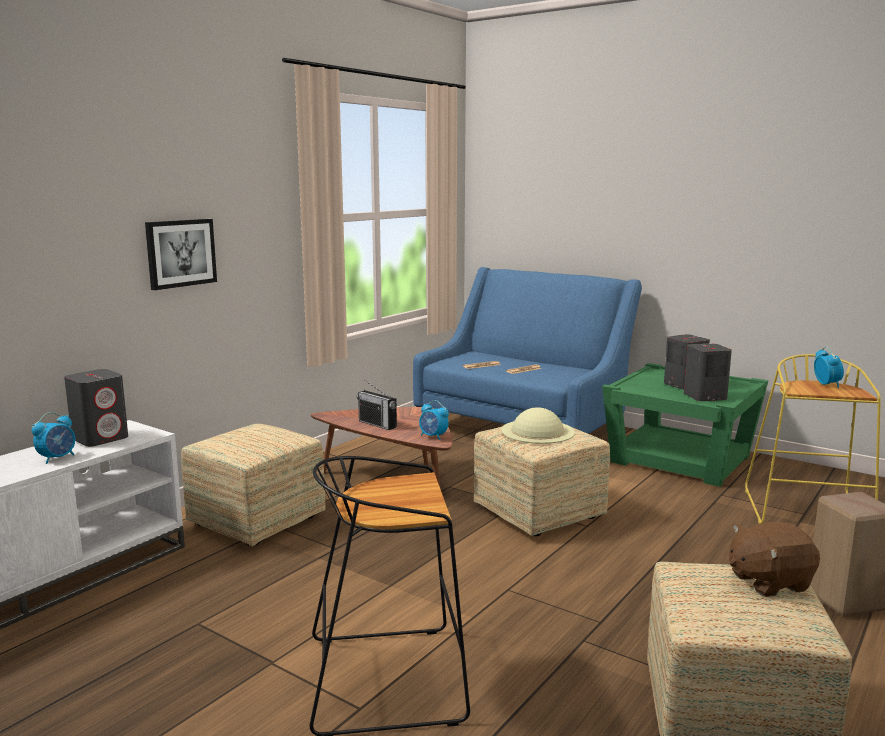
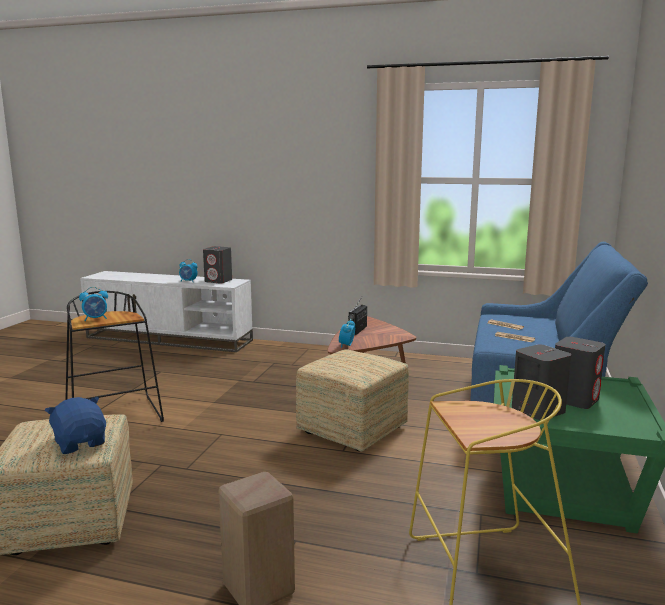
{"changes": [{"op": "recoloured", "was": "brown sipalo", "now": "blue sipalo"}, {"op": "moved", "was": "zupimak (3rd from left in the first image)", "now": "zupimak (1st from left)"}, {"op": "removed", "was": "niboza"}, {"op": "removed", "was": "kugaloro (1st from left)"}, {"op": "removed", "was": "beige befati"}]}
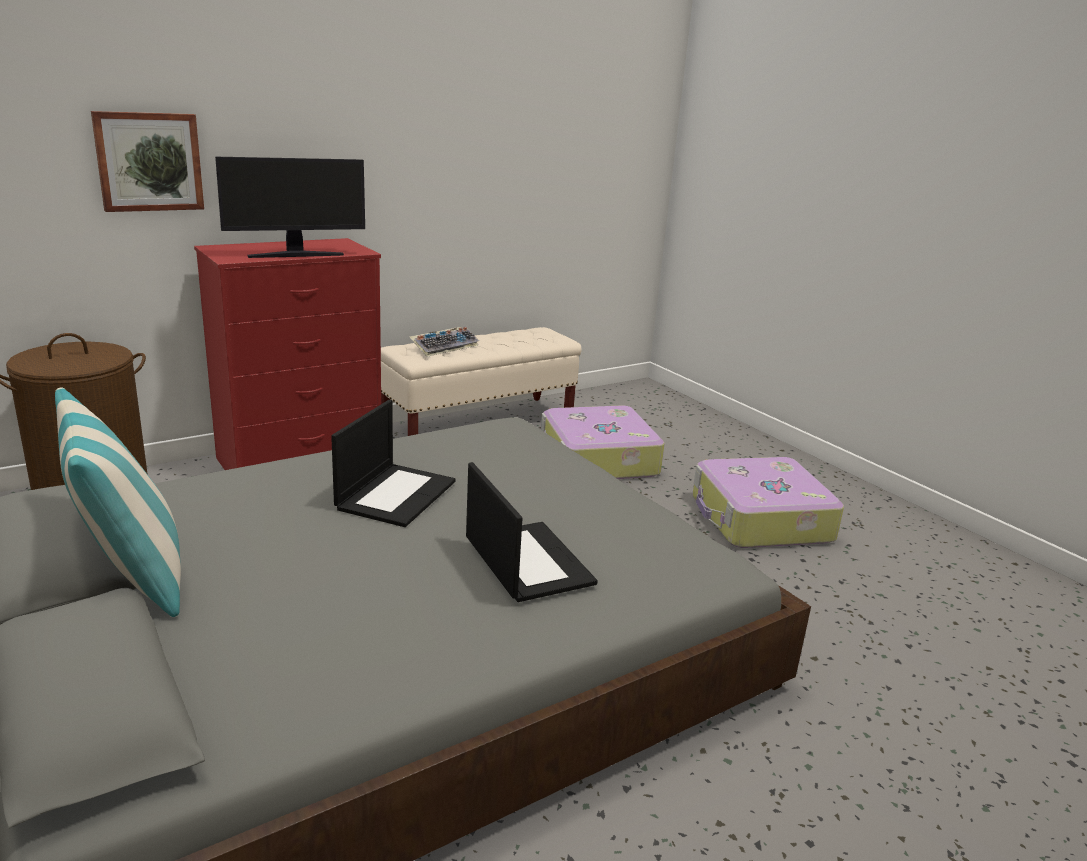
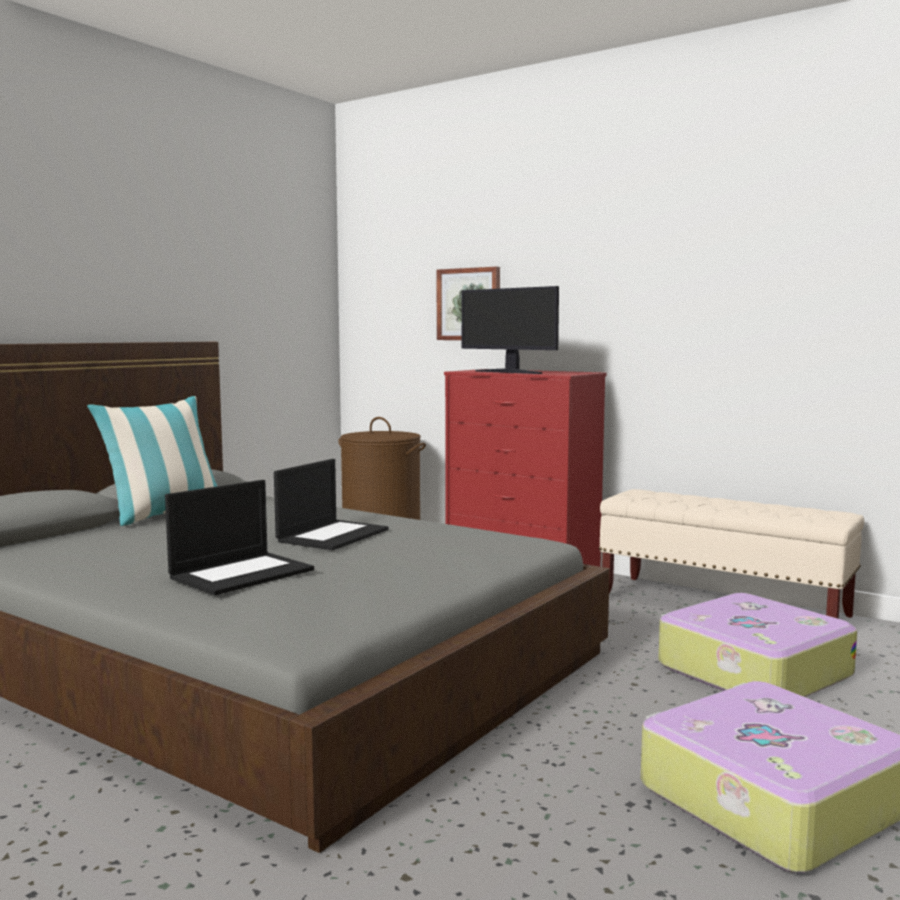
{"changes": [{"op": "turned", "was": "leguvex (1st from left in the first image)", "clockwise": -60}, {"op": "removed", "was": "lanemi"}]}
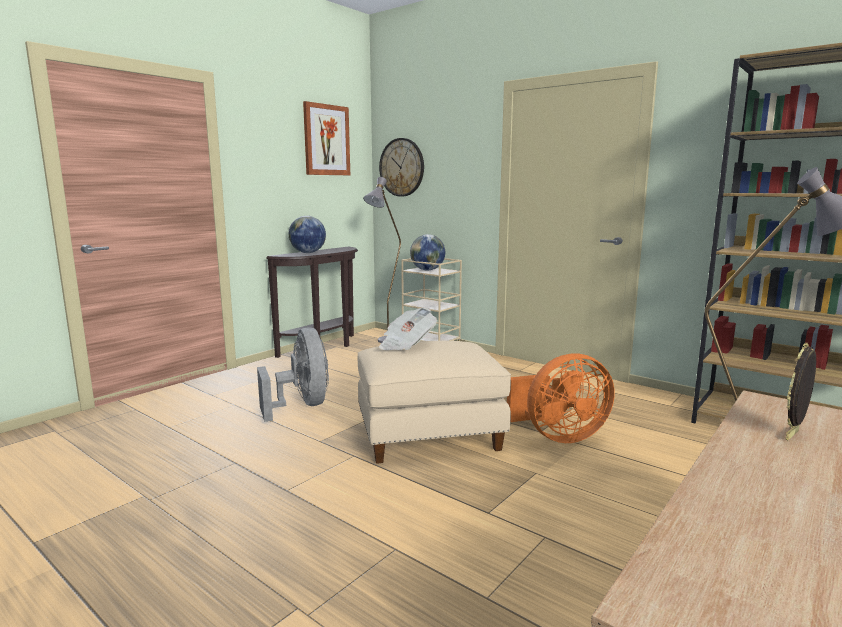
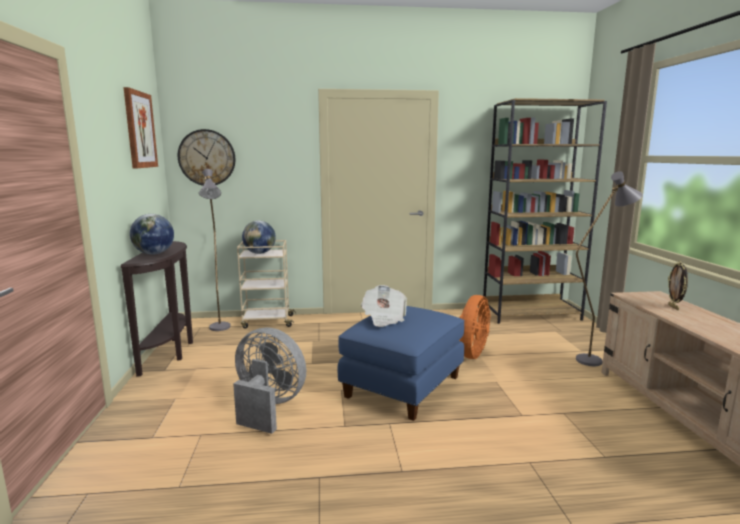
{"changes": [{"op": "recoloured", "was": "beige kugaloro", "now": "blue kugaloro"}]}
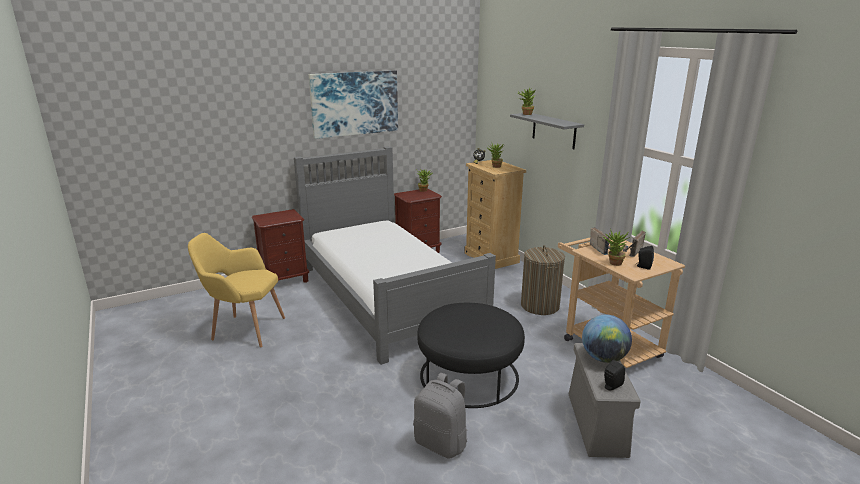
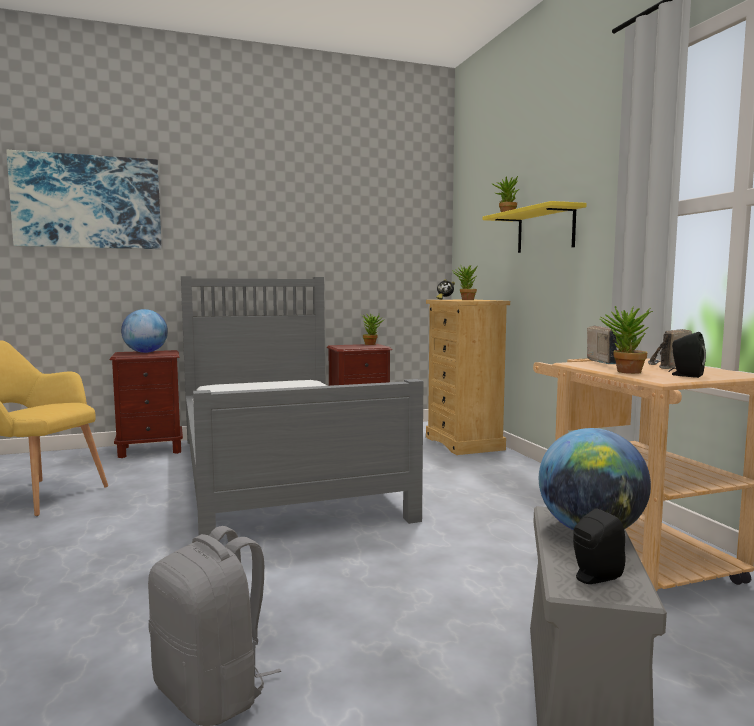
{"changes": [{"op": "moved", "was": "niboza"}, {"op": "added", "now": "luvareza (1st from left)"}, {"op": "recoloured", "was": "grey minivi", "now": "yellow minivi"}, {"op": "removed", "was": "black kugaloro"}, {"op": "removed", "was": "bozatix"}]}
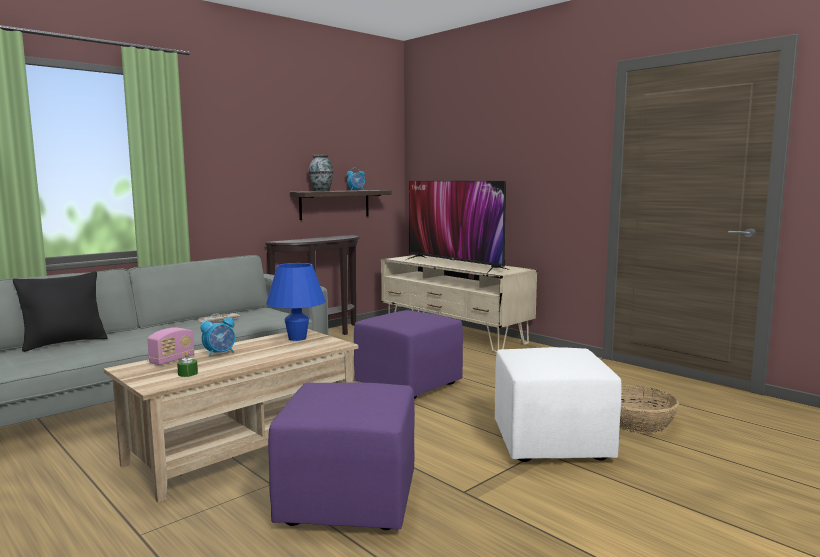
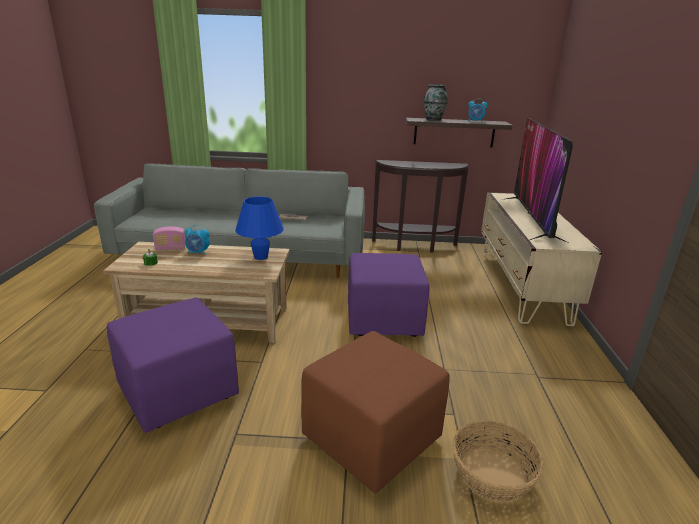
{"changes": [{"op": "recoloured", "was": "white kugaloro", "now": "brown kugaloro"}, {"op": "removed", "was": "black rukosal"}]}
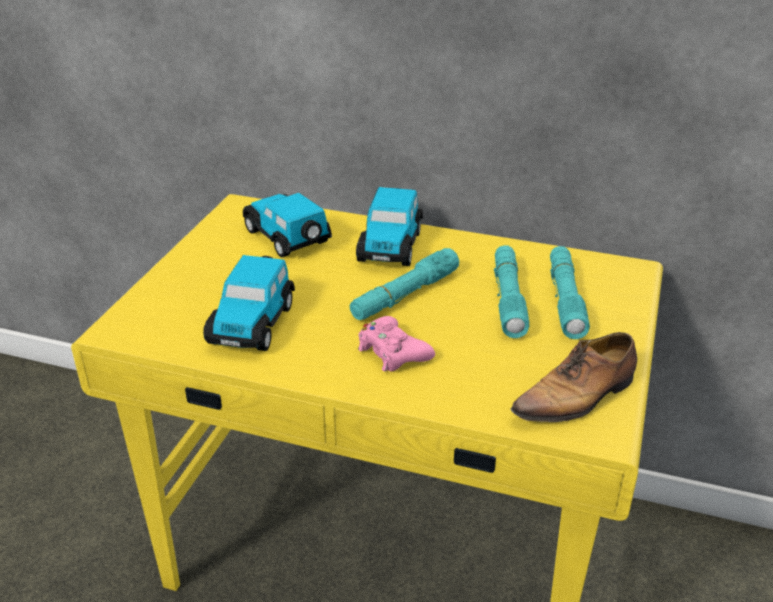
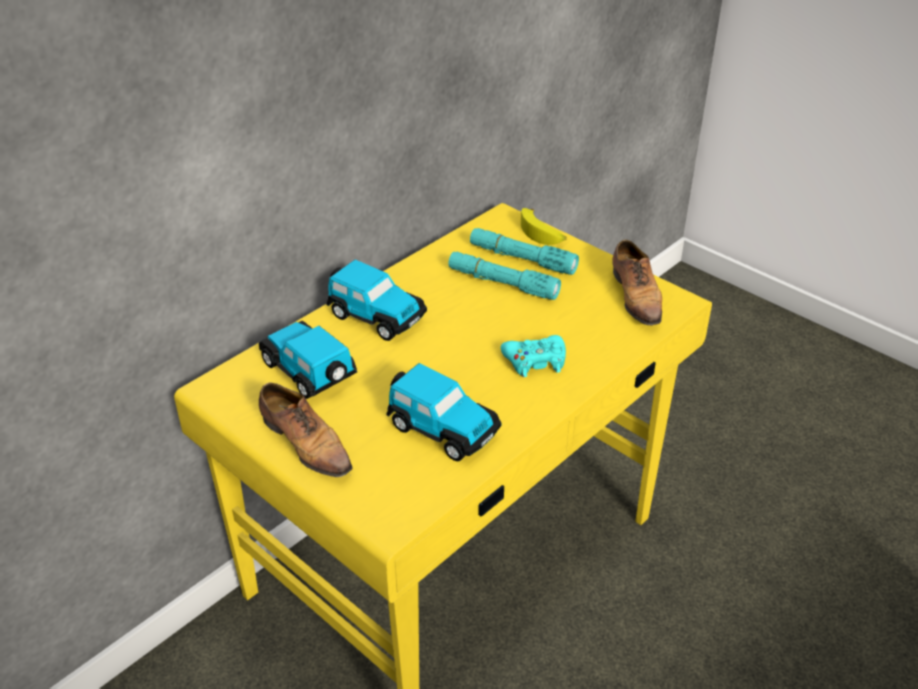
{"changes": [{"op": "turned", "was": "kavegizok (2nd from left in the first image)", "clockwise": 60}, {"op": "added", "now": "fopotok (1st from left)"}, {"op": "recoloured", "was": "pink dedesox", "now": "turquoise dedesox"}, {"op": "added", "now": "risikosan"}, {"op": "removed", "was": "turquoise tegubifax (1st from left)"}]}
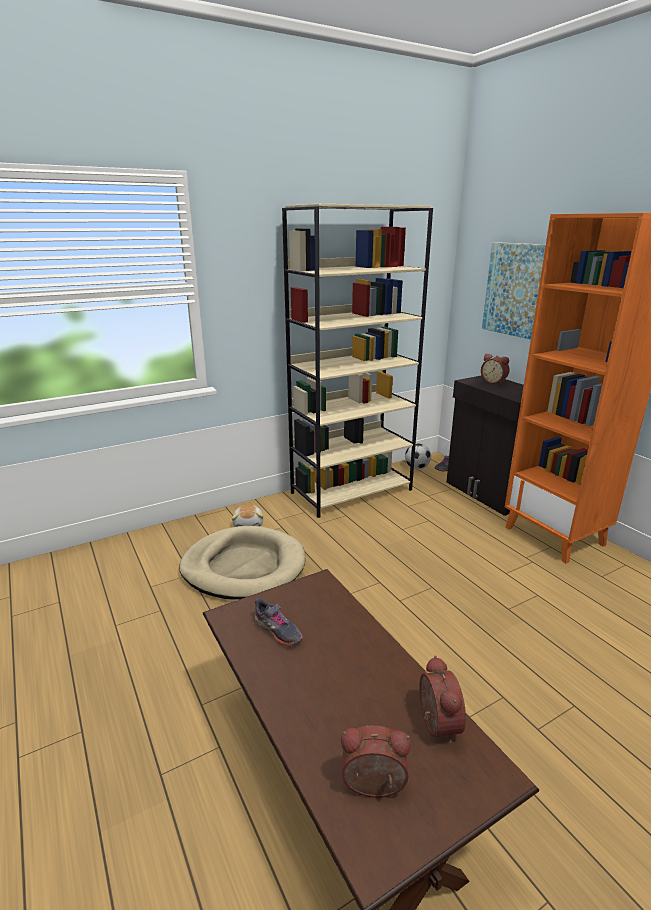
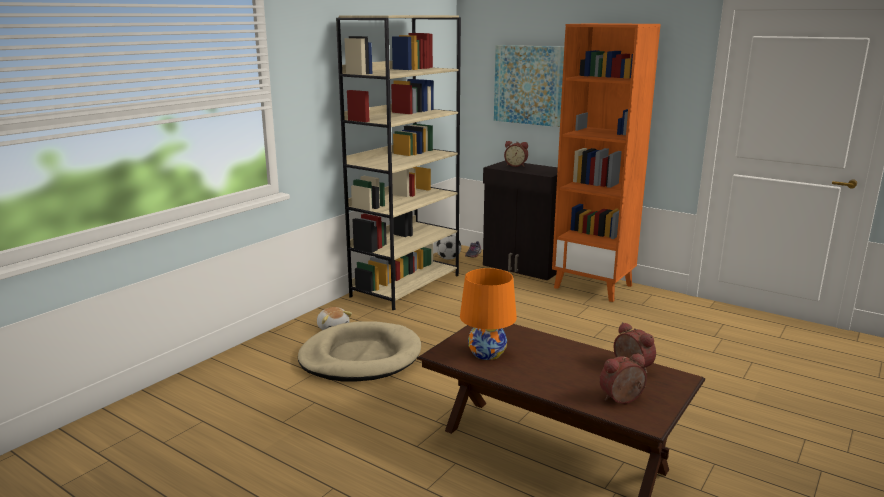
{"changes": [{"op": "replaced", "was": "grey fopotok (1st from left)", "now": "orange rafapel"}]}
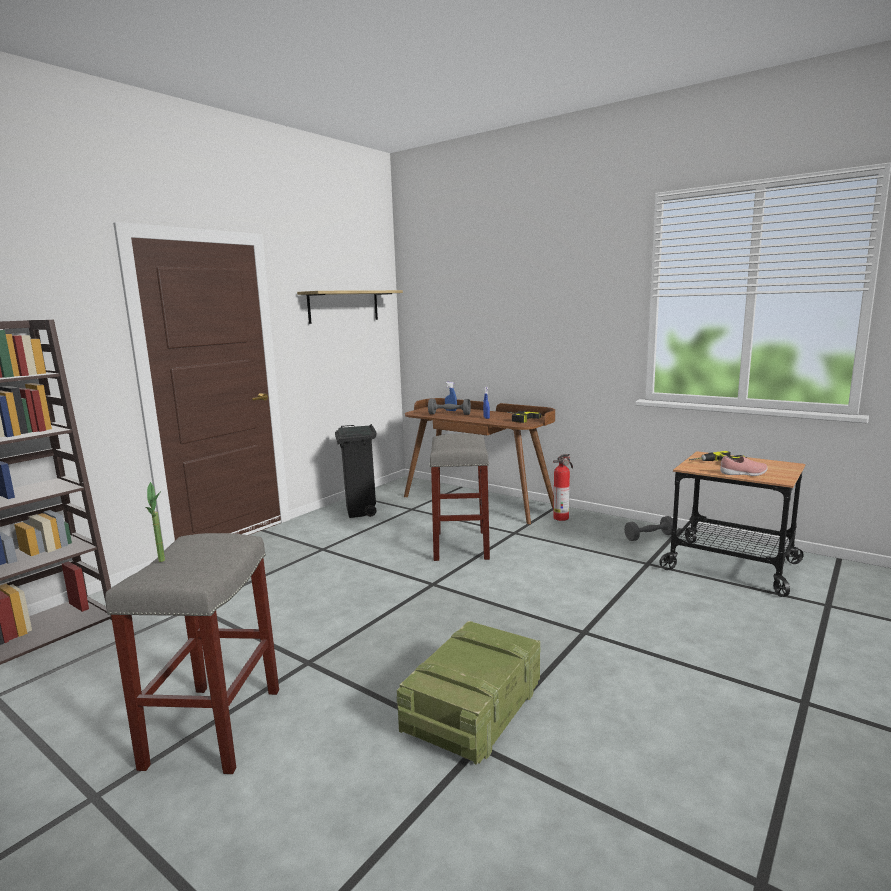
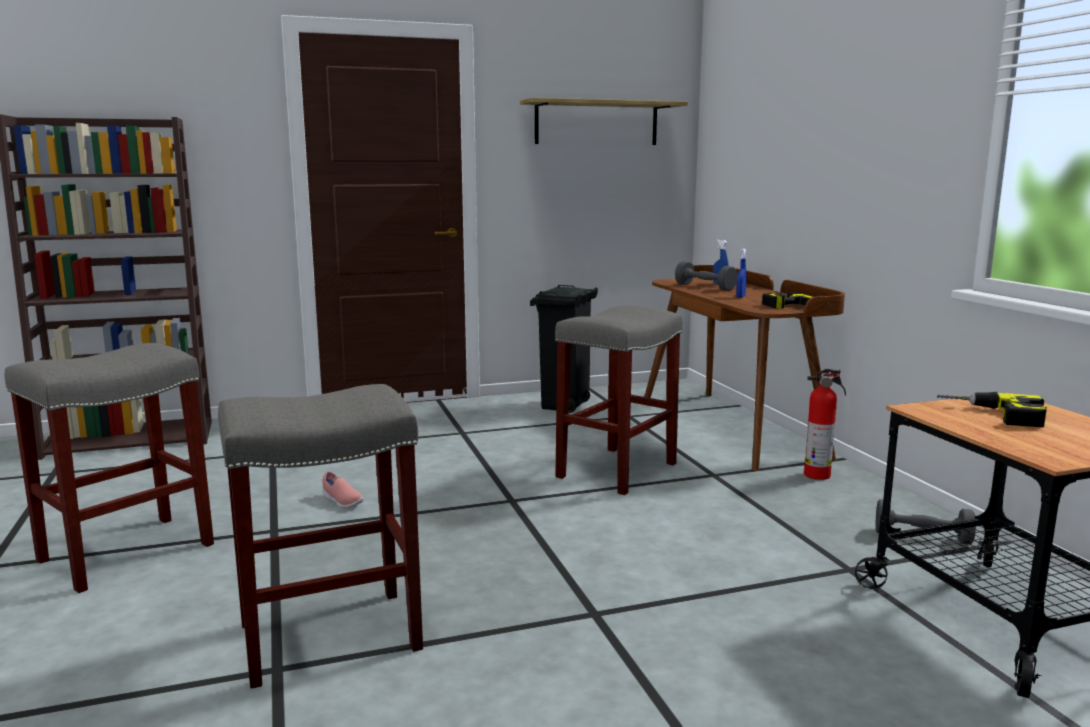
{"changes": [{"op": "replaced", "was": "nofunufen", "now": "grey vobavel (2nd from left)"}, {"op": "moved", "was": "pink fopotok"}, {"op": "removed", "was": "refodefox"}]}
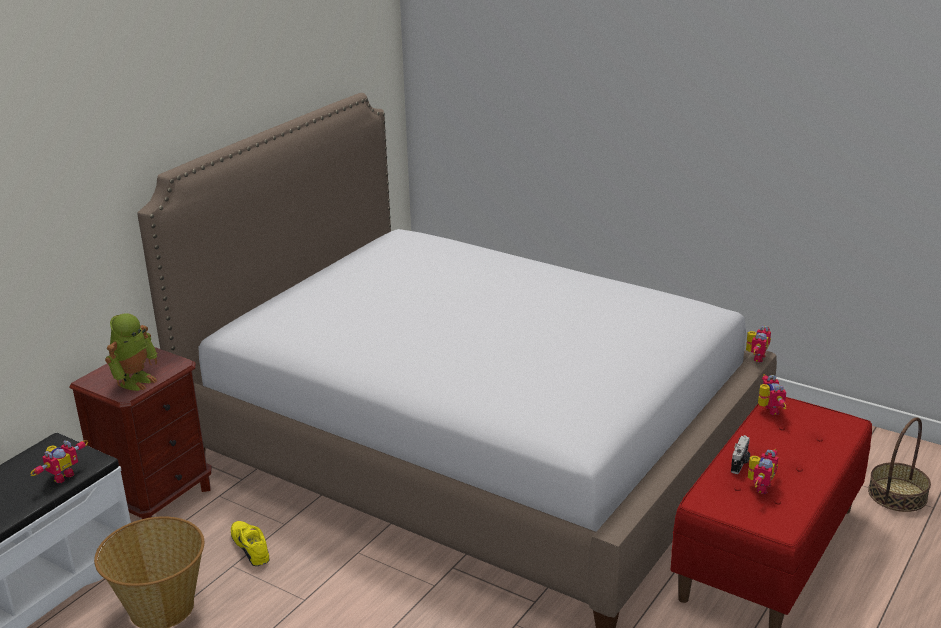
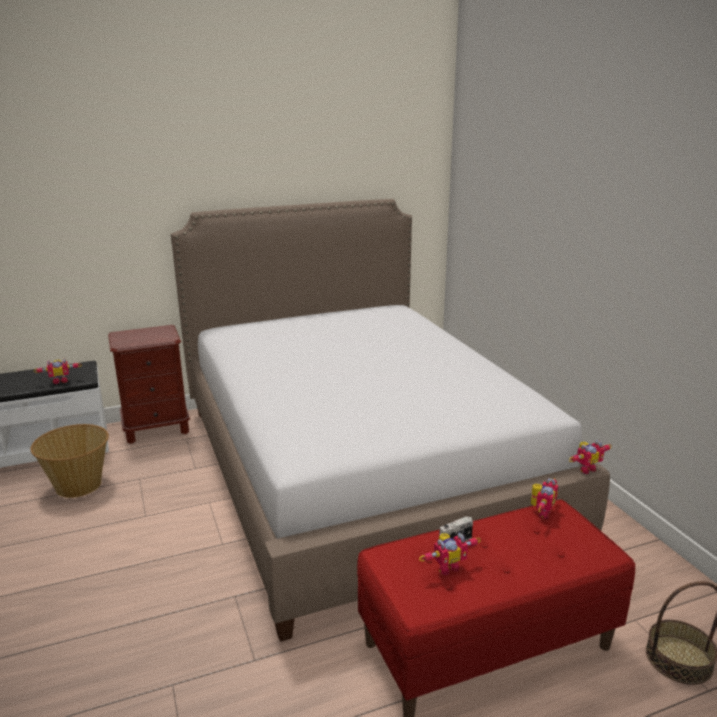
{"changes": [{"op": "removed", "was": "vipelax (2nd from left)"}, {"op": "removed", "was": "yellow fopotok"}]}
